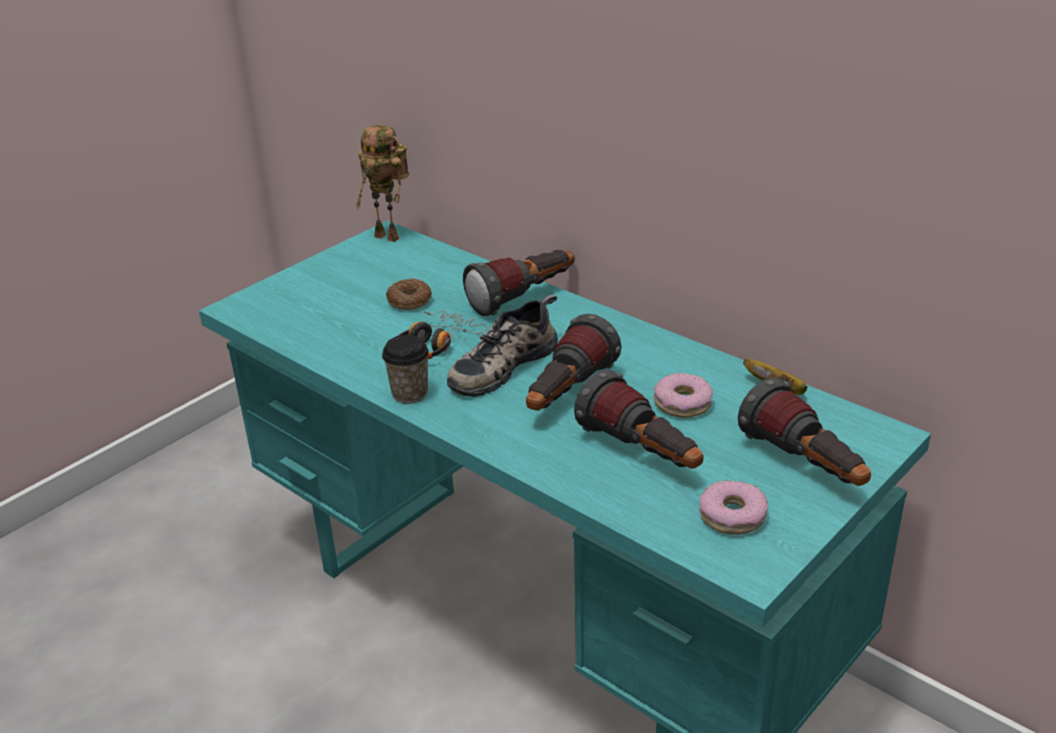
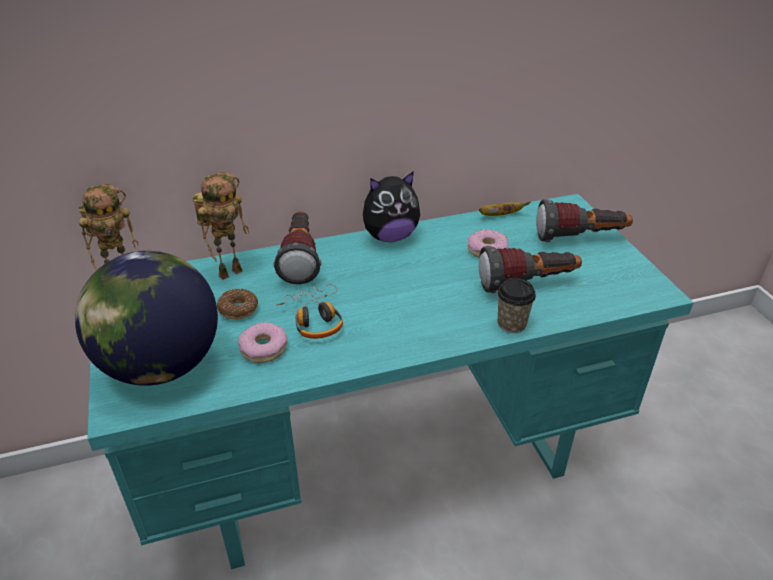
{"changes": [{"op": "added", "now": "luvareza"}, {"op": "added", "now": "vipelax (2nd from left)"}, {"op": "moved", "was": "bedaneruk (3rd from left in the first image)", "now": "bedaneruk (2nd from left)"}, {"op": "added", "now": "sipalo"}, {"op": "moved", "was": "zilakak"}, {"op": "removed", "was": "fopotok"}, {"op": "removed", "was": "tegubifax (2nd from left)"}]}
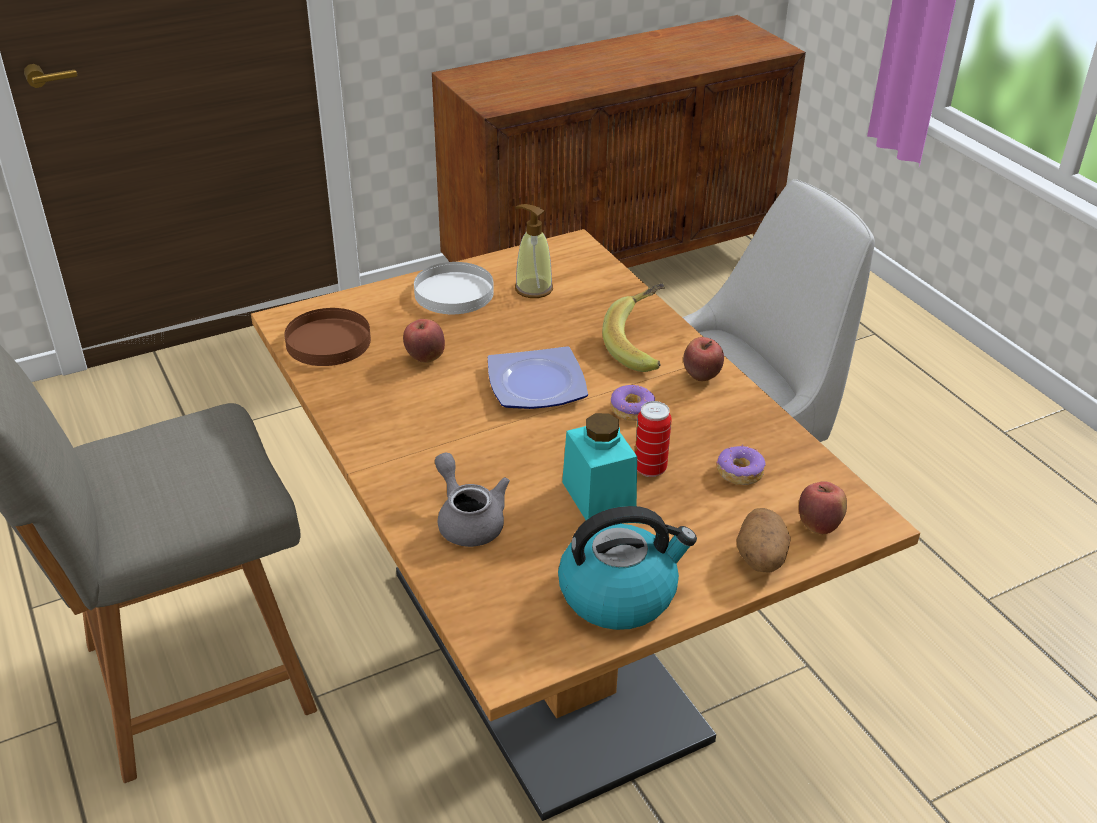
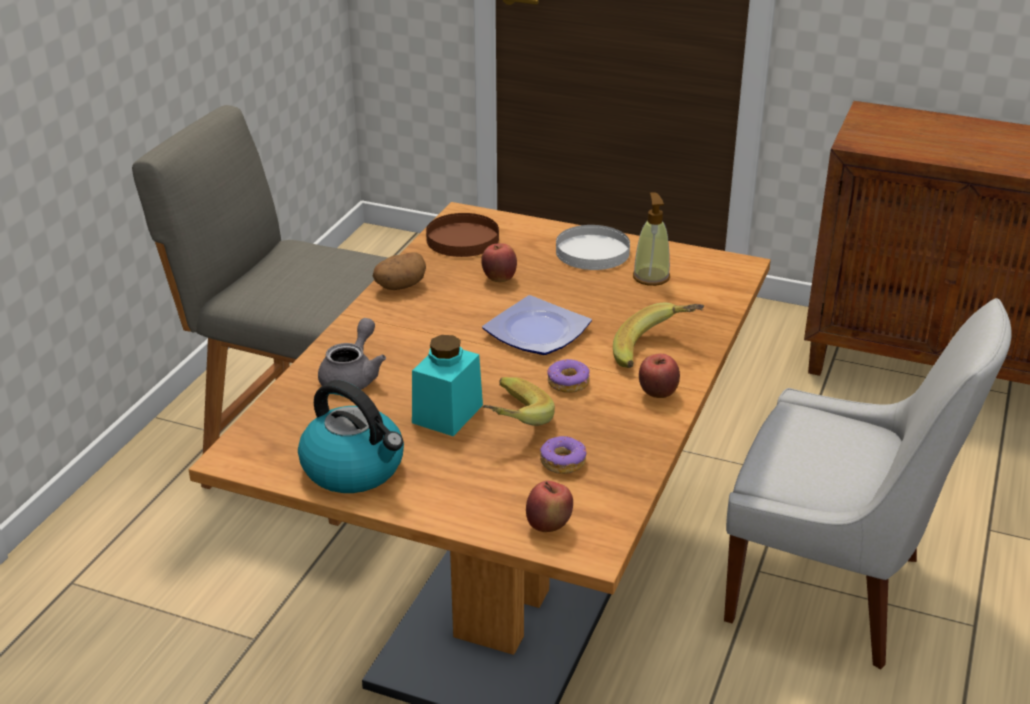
{"changes": [{"op": "moved", "was": "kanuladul"}, {"op": "replaced", "was": "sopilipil", "now": "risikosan (1st from left)"}]}
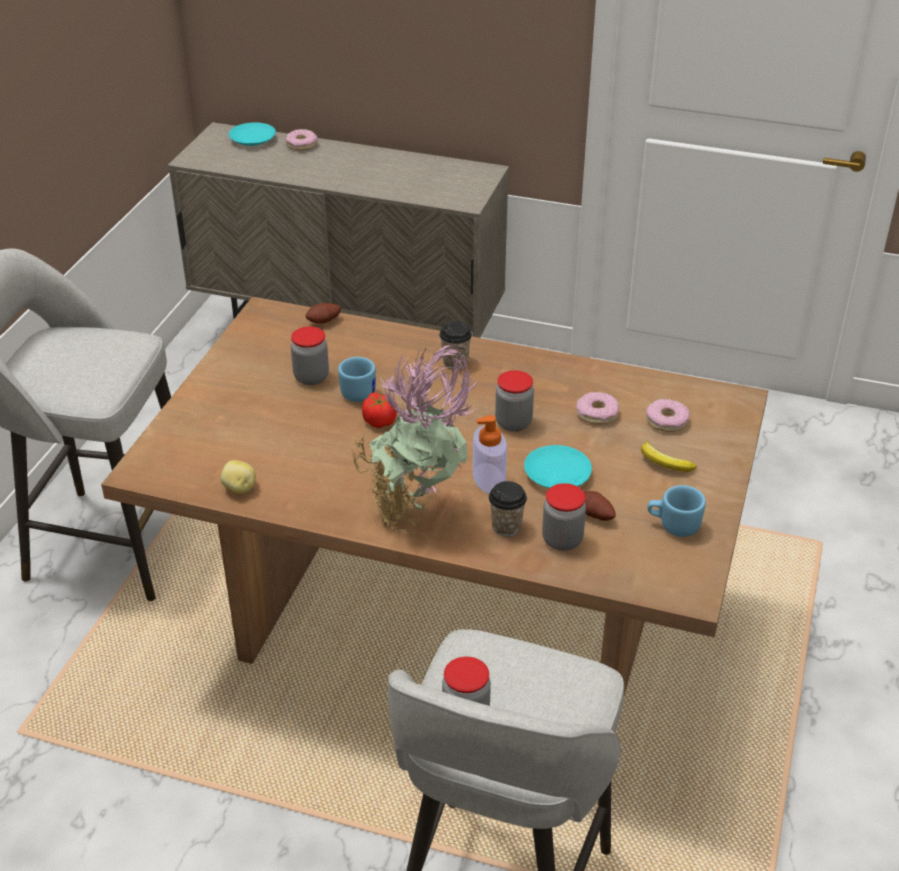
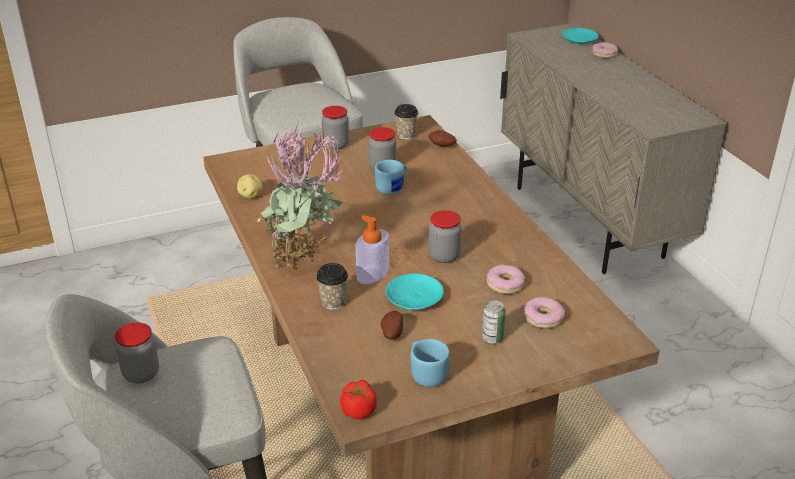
{"changes": [{"op": "moved", "was": "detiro (4th from left in the first image)", "now": "detiro (2nd from left)"}, {"op": "moved", "was": "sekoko"}, {"op": "moved", "was": "zilakak (1st from left in the first image)", "now": "zilakak (2nd from left)"}, {"op": "replaced", "was": "risikosan", "now": "sopilipil"}]}
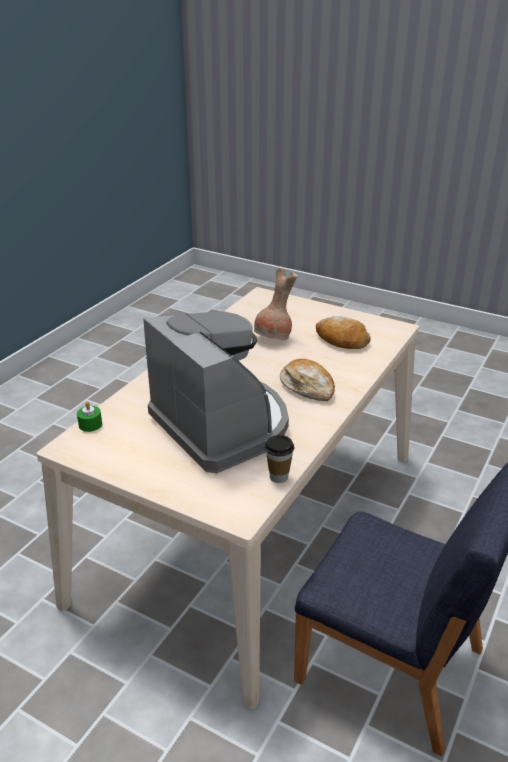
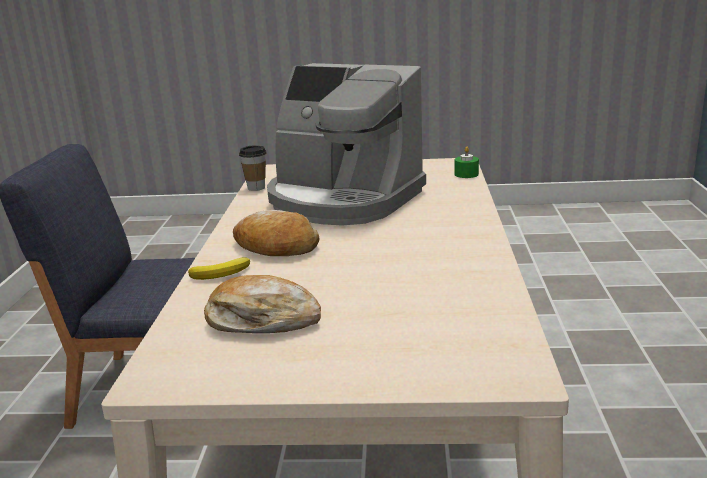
{"changes": [{"op": "added", "now": "risikosan"}, {"op": "removed", "was": "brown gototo"}]}
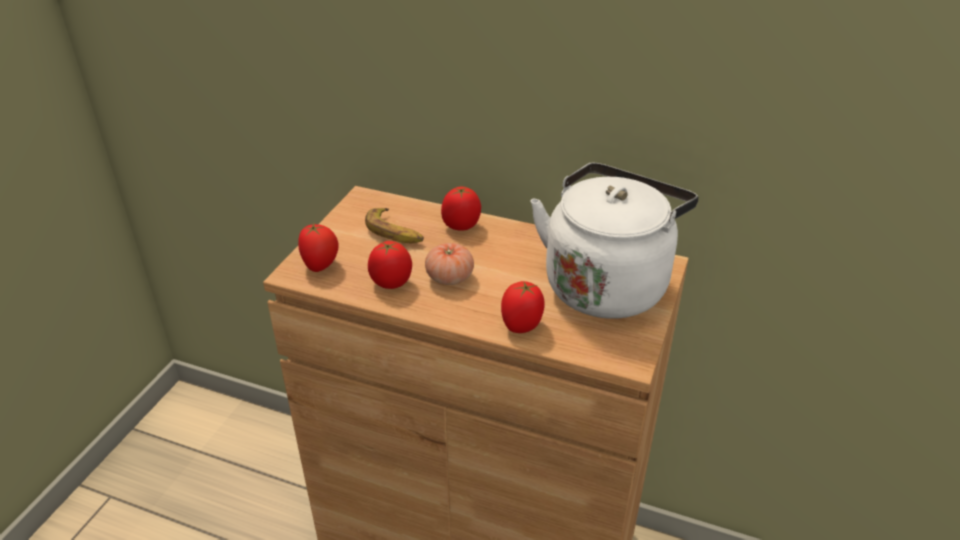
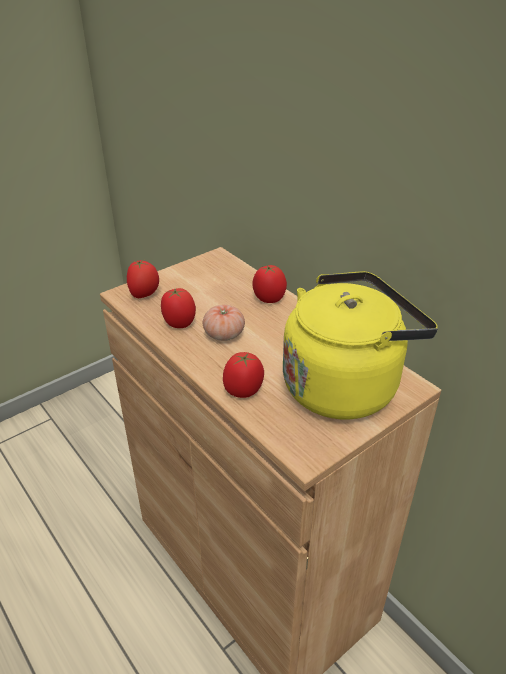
{"changes": [{"op": "recoloured", "was": "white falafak", "now": "yellow falafak"}, {"op": "removed", "was": "risikosan"}]}
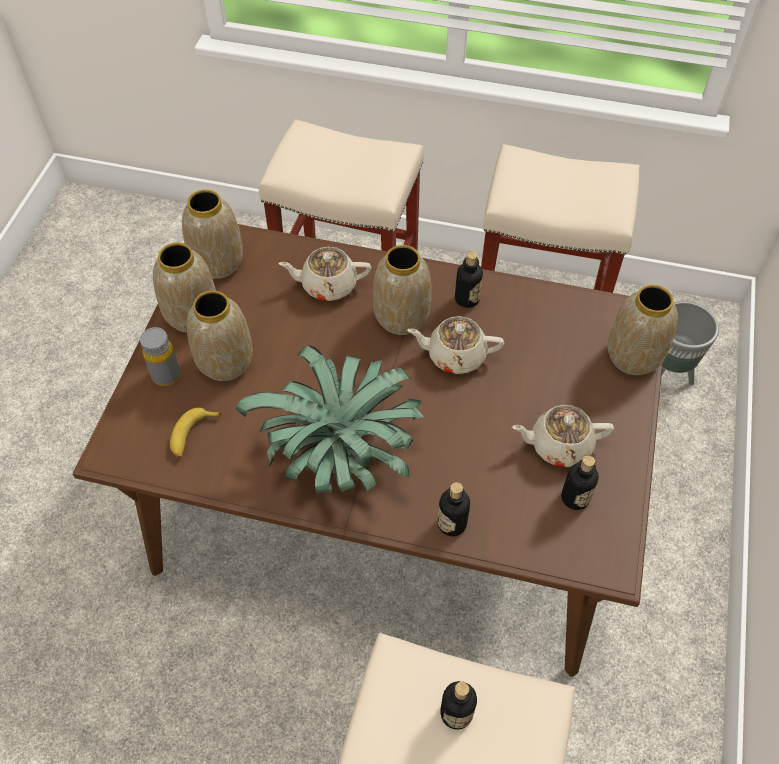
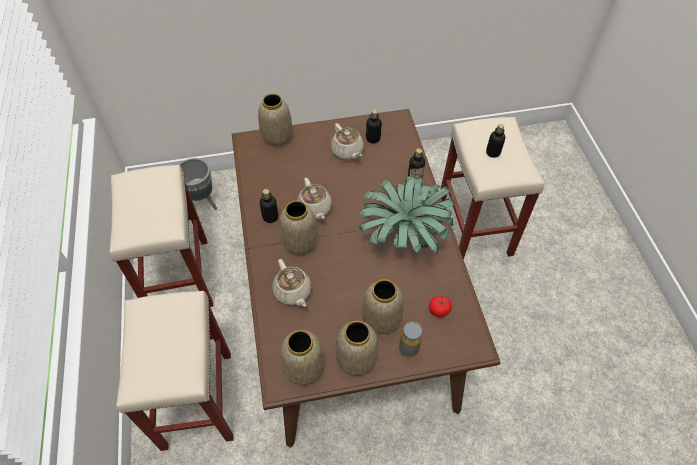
{"changes": [{"op": "replaced", "was": "risikosan", "now": "sekoko"}]}
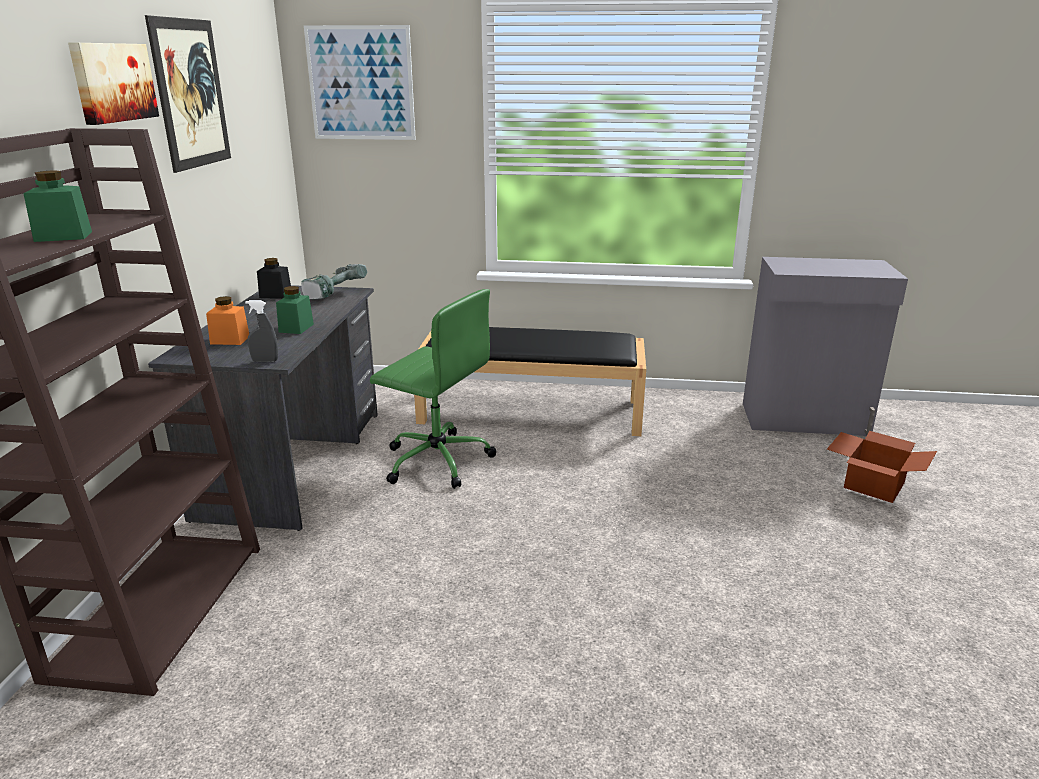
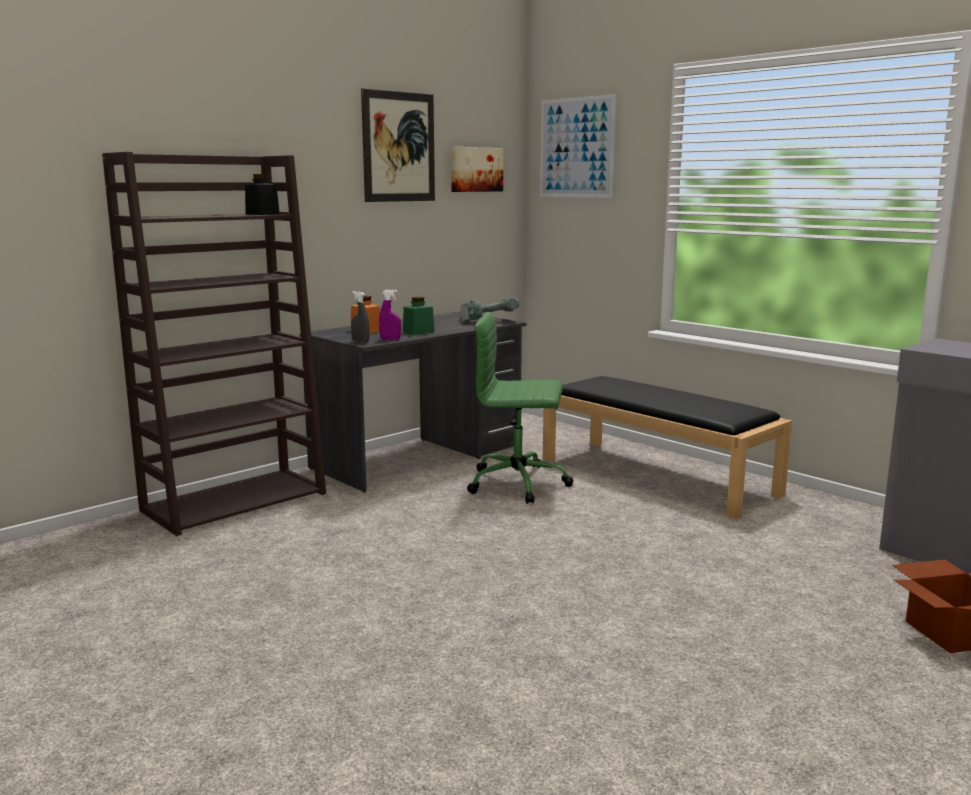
{"changes": [{"op": "moved", "was": "black detiro"}, {"op": "added", "now": "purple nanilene"}, {"op": "moved", "was": "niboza (1st from left in the first image)", "now": "niboza (2nd from left)"}, {"op": "turned", "was": "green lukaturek", "clockwise": 120}, {"op": "removed", "was": "green detiro (1st from left)"}]}
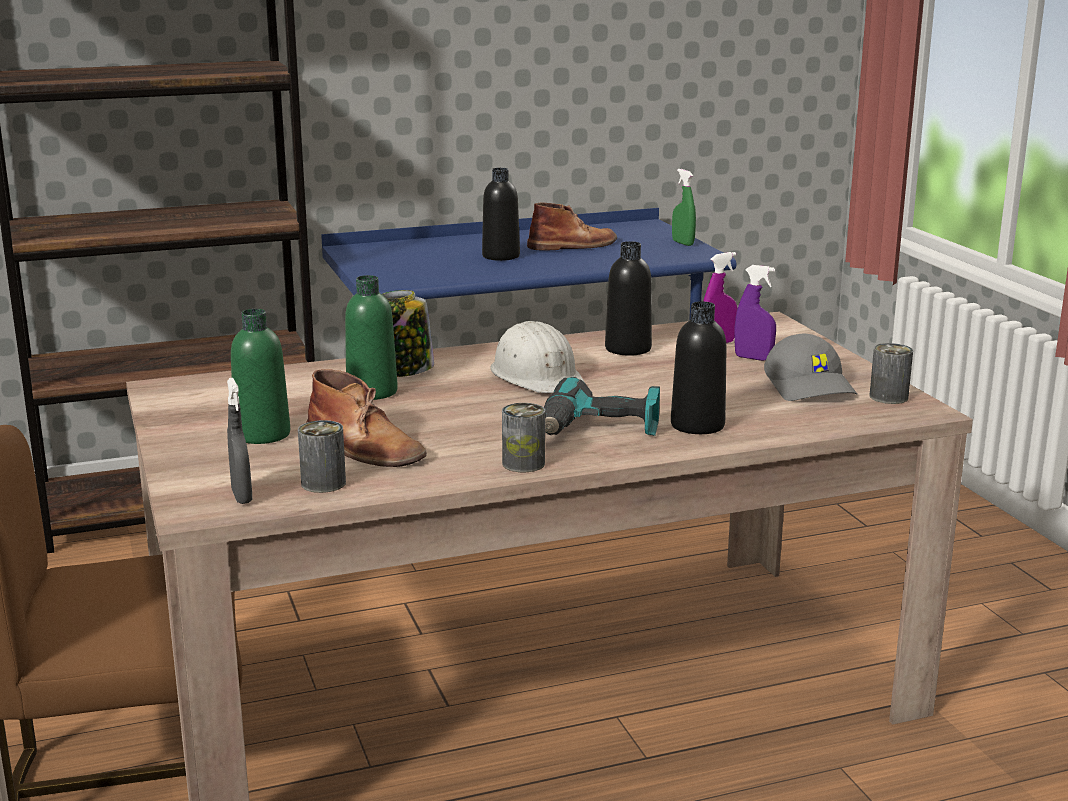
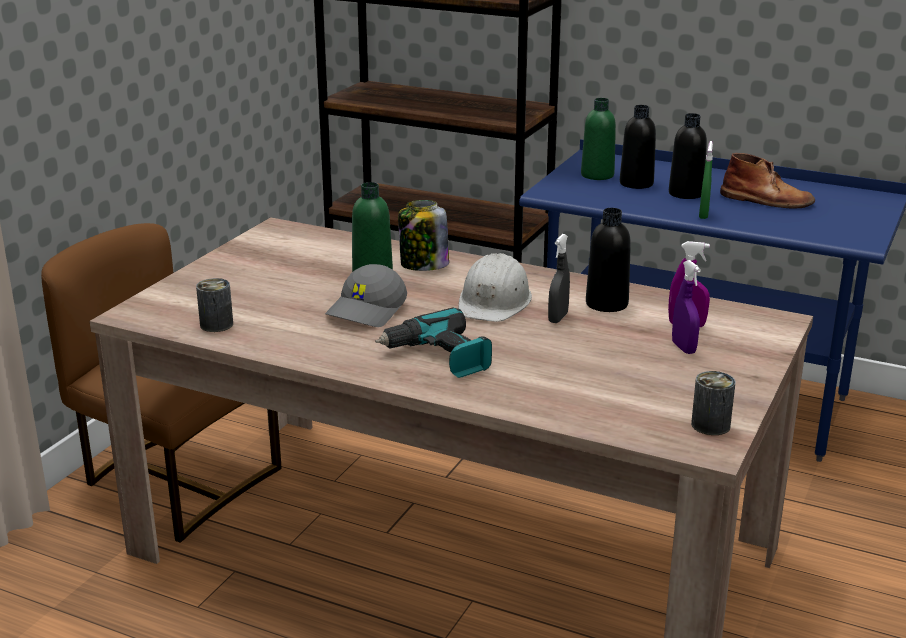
{"changes": [{"op": "moved", "was": "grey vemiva"}, {"op": "moved", "was": "grey nanilene"}, {"op": "moved", "was": "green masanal (1st from left in the first image)", "now": "green masanal (2nd from left)"}, {"op": "moved", "was": "black masanal (3rd from left in the first image)", "now": "black masanal (2nd from left)"}, {"op": "moved", "was": "green nanilene"}, {"op": "removed", "was": "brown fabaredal (1st from left)"}, {"op": "removed", "was": "sopilipil (2nd from left)"}]}
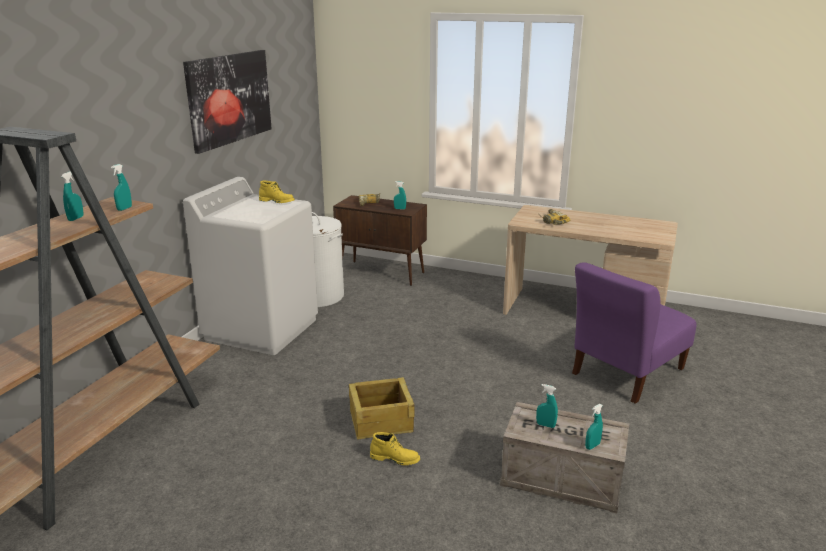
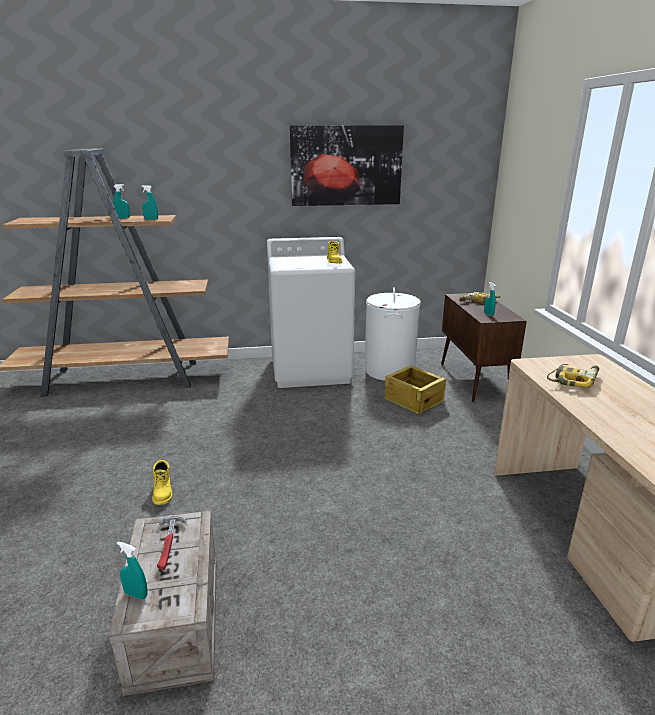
{"changes": [{"op": "replaced", "was": "turquoise nanilene (4th from left)", "now": "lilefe"}, {"op": "moved", "was": "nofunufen (1st from left in the first image)", "now": "nofunufen (2nd from left)"}, {"op": "removed", "was": "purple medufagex"}]}
